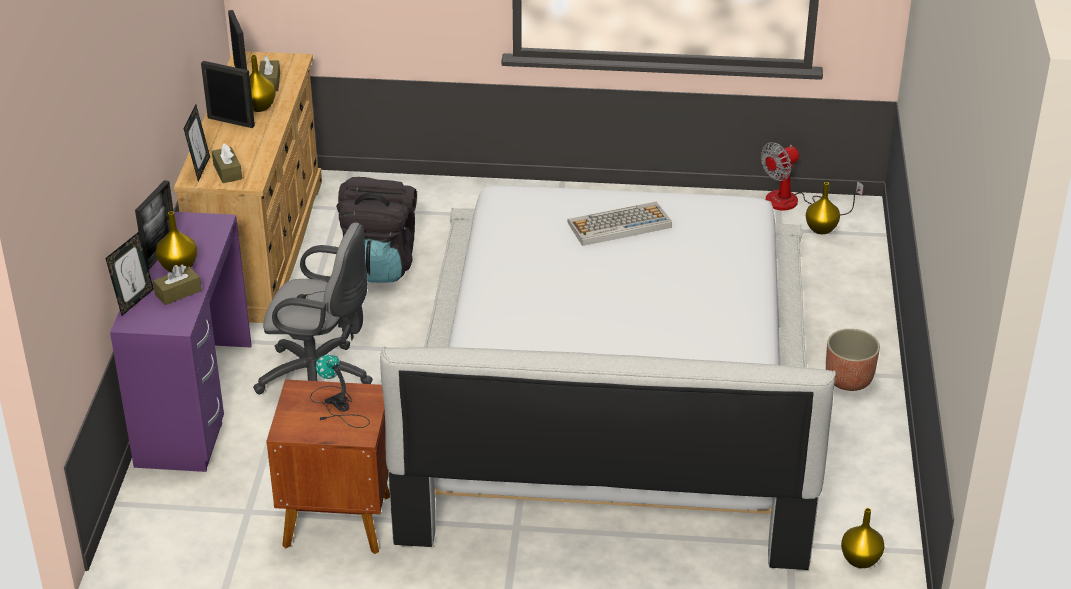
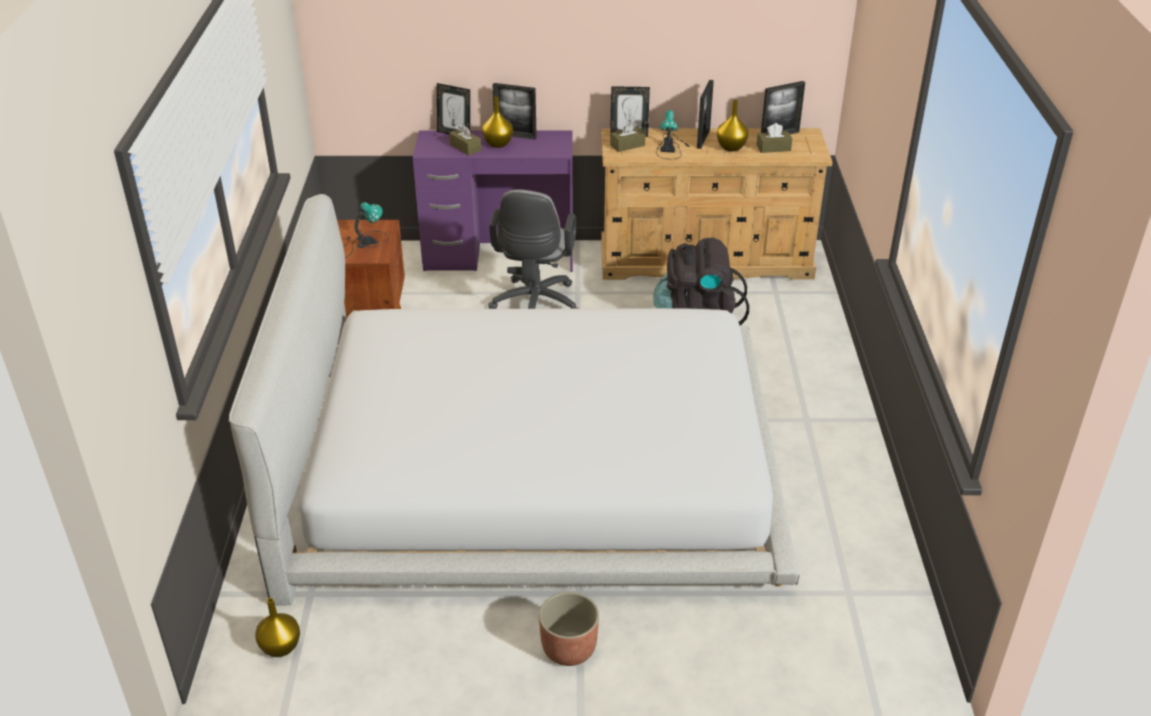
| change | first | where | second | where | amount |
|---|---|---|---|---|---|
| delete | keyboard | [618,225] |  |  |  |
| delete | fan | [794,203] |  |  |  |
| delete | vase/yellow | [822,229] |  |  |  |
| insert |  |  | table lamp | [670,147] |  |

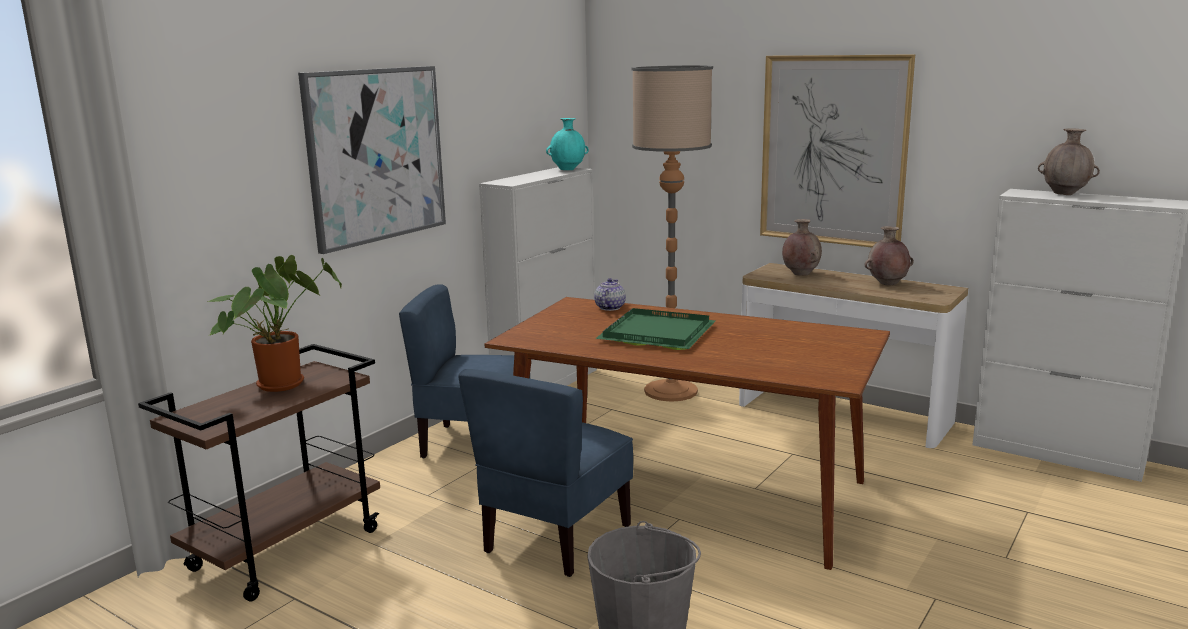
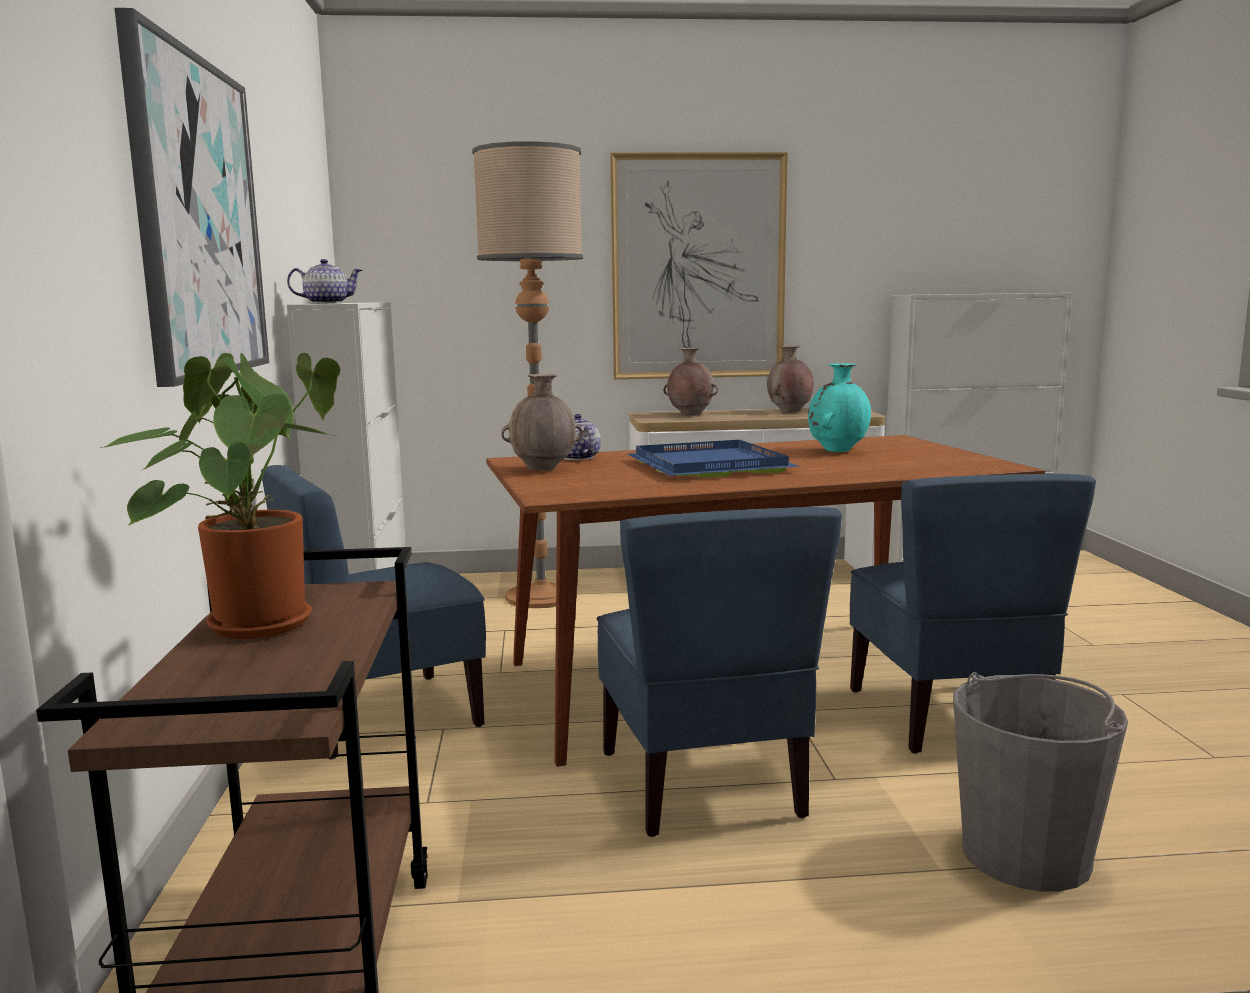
| change | first | where | second | where | amount |
|---|---|---|---|---|---|
| insert |  |  | teapot | [326,303] |  |
| insert |  |  | chair/blue | [948,716] |  |
| move | vase/turquoise | [568,169] |  | [837,451] |  |
| move | vase/brown | [1065,194] |  | [543,469] |  |
| recolor | tray/green | [658,334] | tray/blue | [712,466] |  |

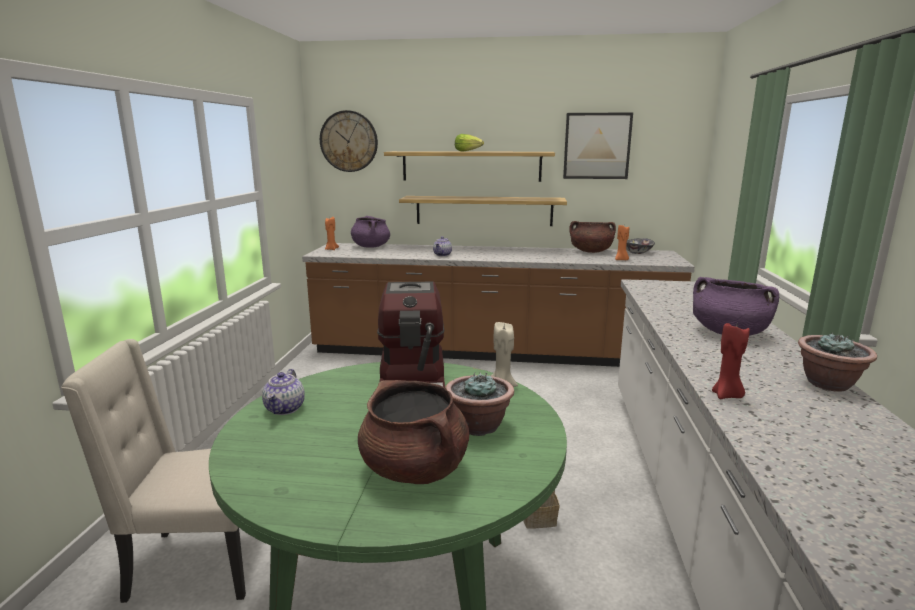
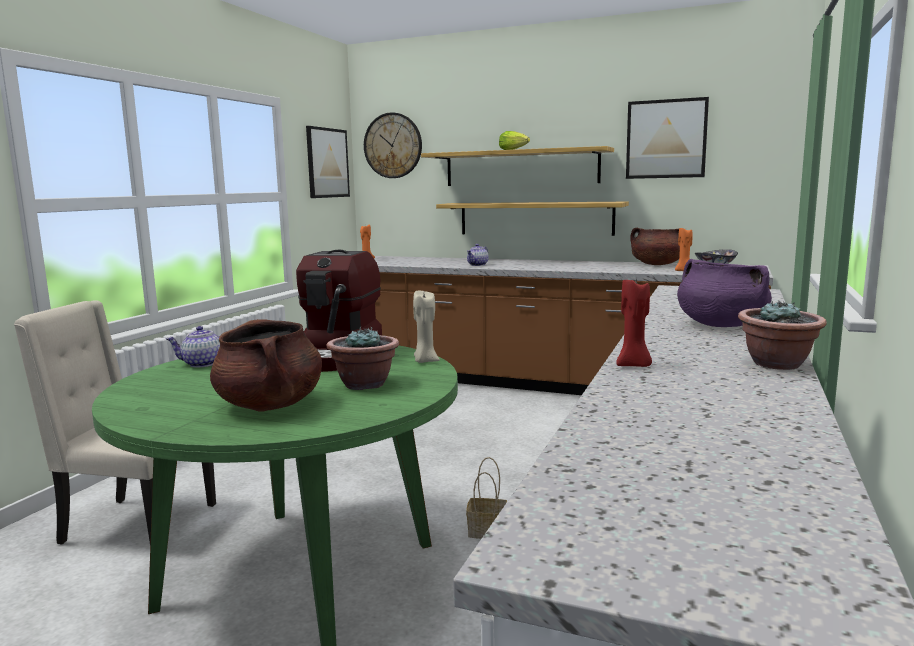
| change | first | where | second | where | amount |
|---|---|---|---|---|---|
| delete | cooking pot/purple | [371,246] |  |  |  |
| insert |  |  | picture | [327,163] |  |
| rotate | teapot | [285,409] |  | [202,364] | 60 degrees clockwise |

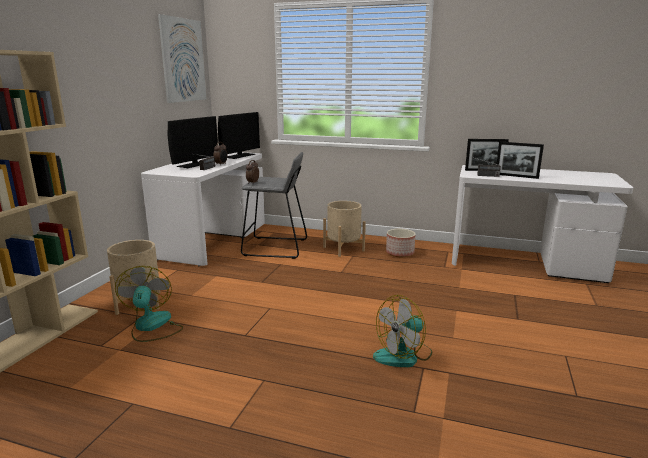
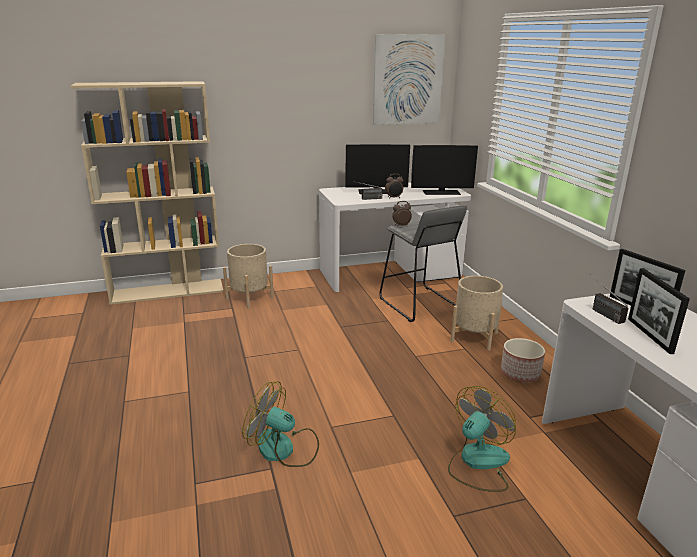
| change | first | where | second | where | amount |
|---|---|---|---|---|---|
| move | fan | [152,326] |  | [477,463] |  |

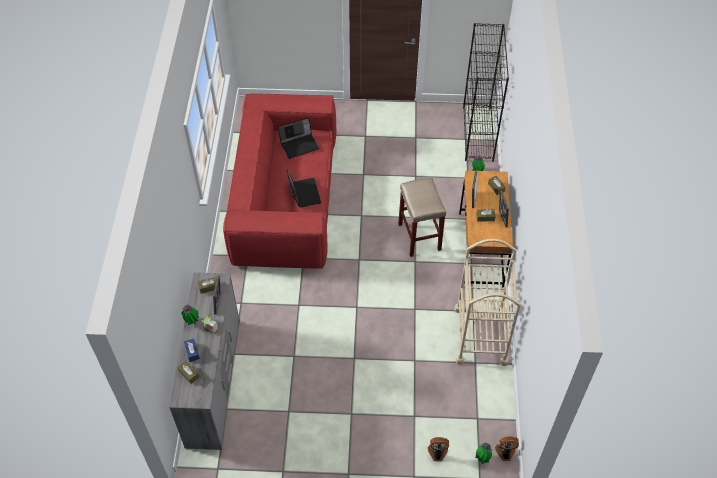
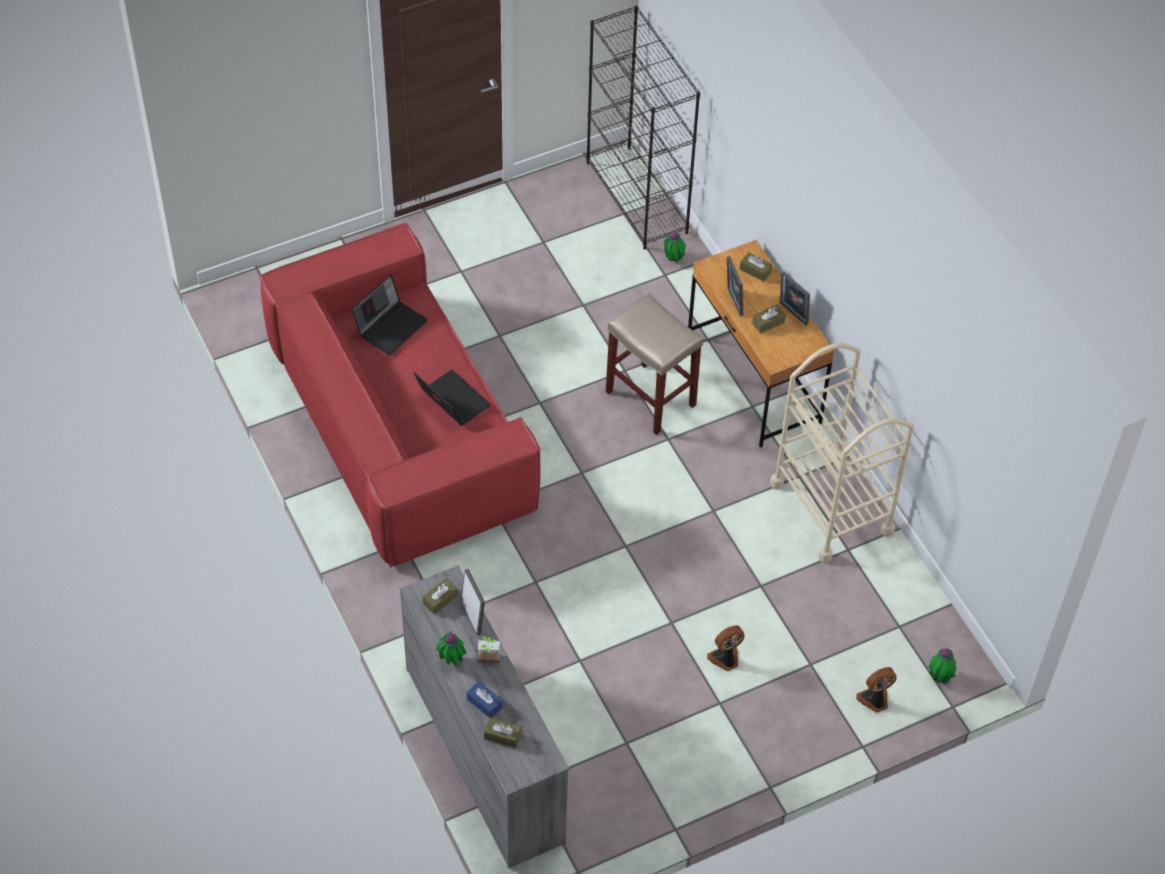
| change | first | where | second | where | amount |
|---|---|---|---|---|---|
| move | fan | [505,452] |  | [725,659] |  |

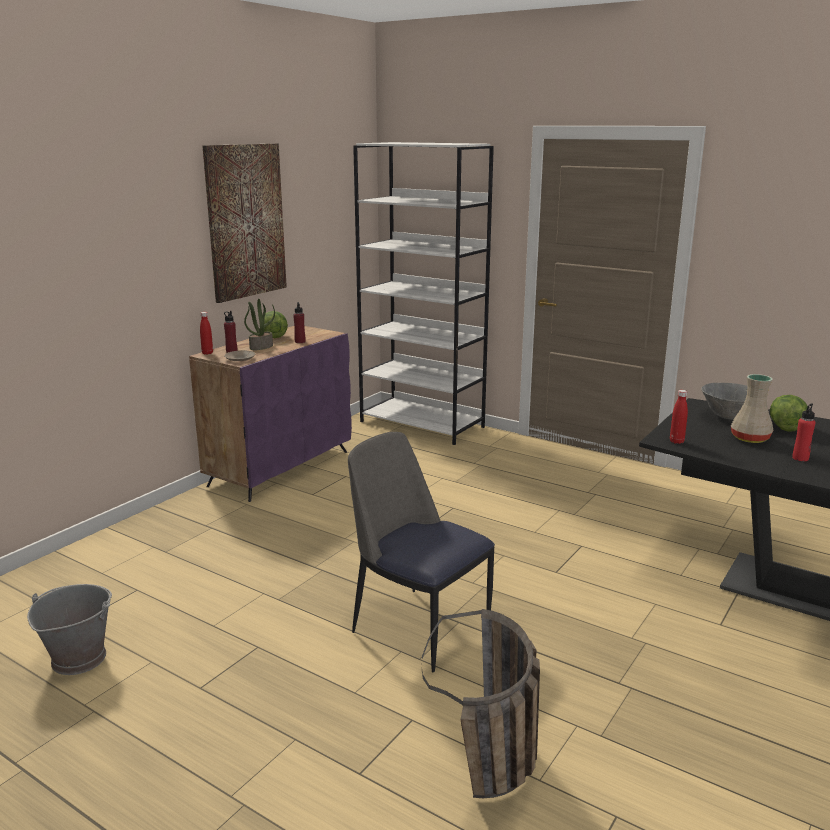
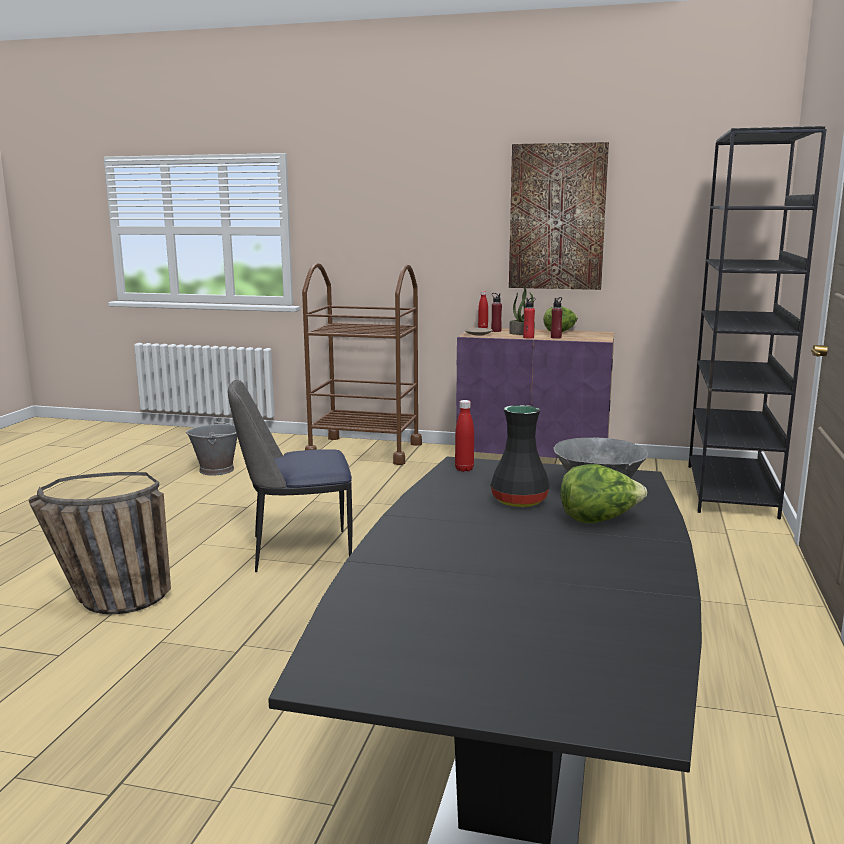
| change | first | where | second | where | amount |
|---|---|---|---|---|---|
| insert |  |  | cart/brown | [365,450] |  |
| move | bottle/red | [800,458] |  | [528,337] |  |
| recolor | bookcase/white | [422,424] | bookcase/black | [731,491] |  |
| recolor | vase/beige | [749,438] | vase/black | [518,500] |  |
| rotate | chair | [418,627] |  | [297,550] | 120 degrees counterclockwise |

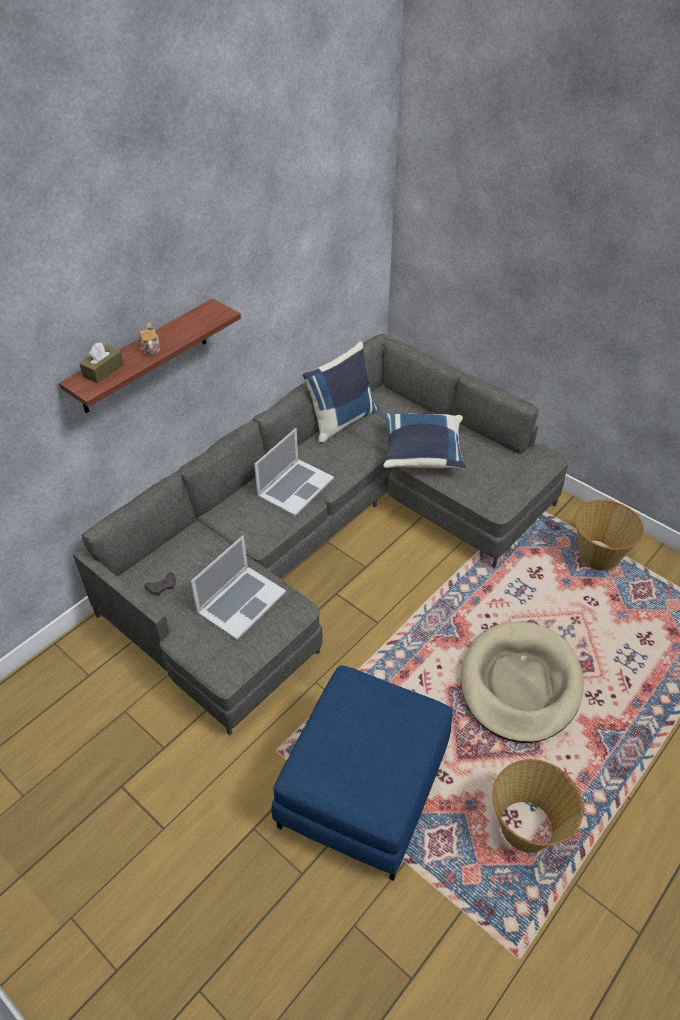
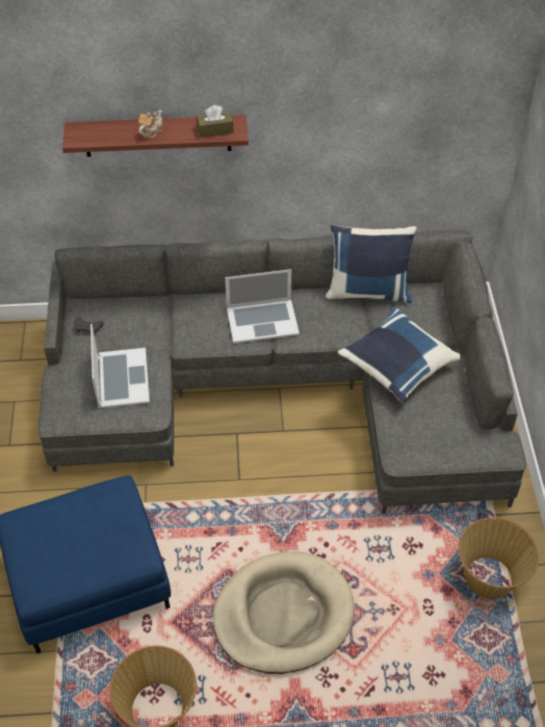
| change | first | where | second | where | amount |
|---|---|---|---|---|---|
| move | tissue box/brown | [103,370] |  | [215,129] |  |
| rotate | laptop | [241,602] |  | [121,378] | 90 degrees counterclockwise |

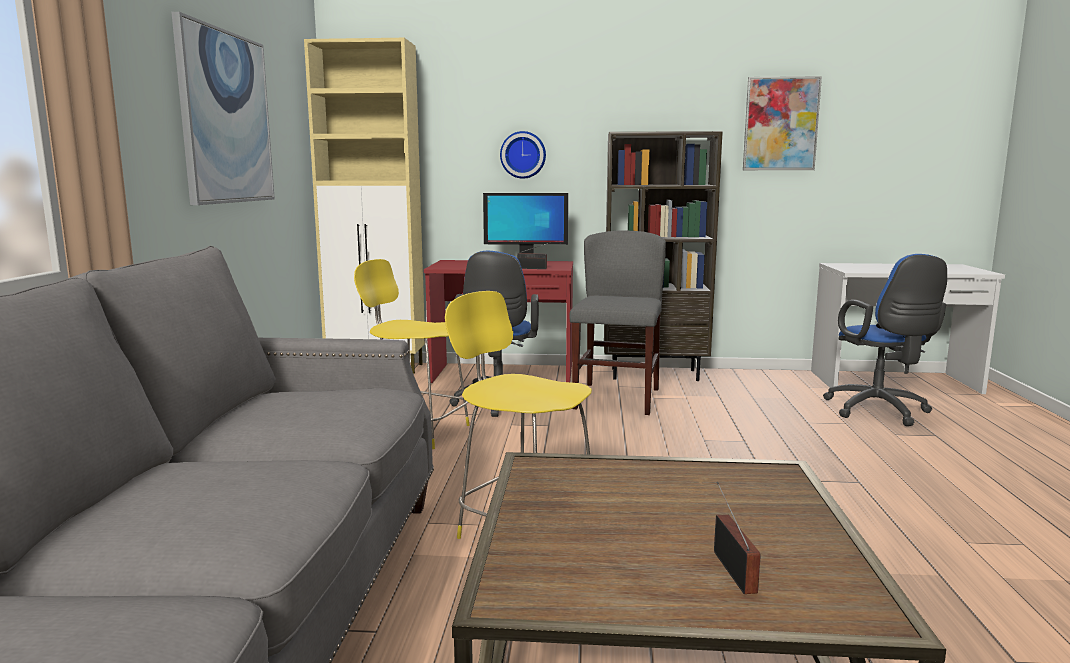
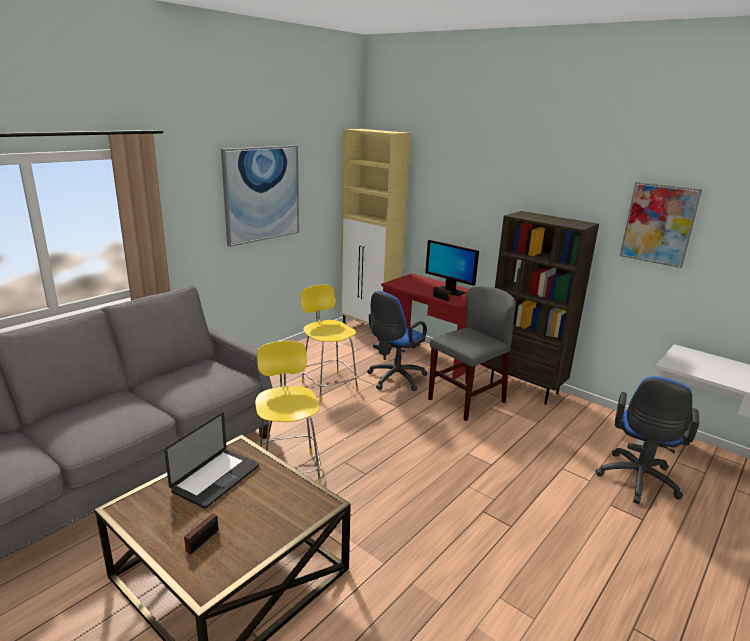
| change | first | where | second | where | amount |
|---|---|---|---|---|---|
| delete | wall clock | [523,155] |  |  |  |
| insert |  |  | laptop | [216,479] |  |

